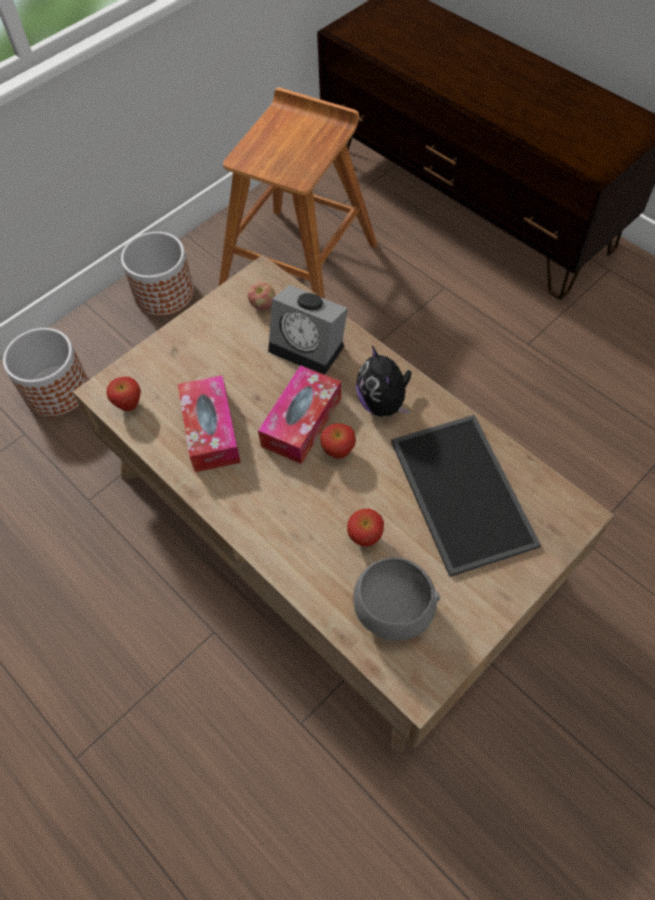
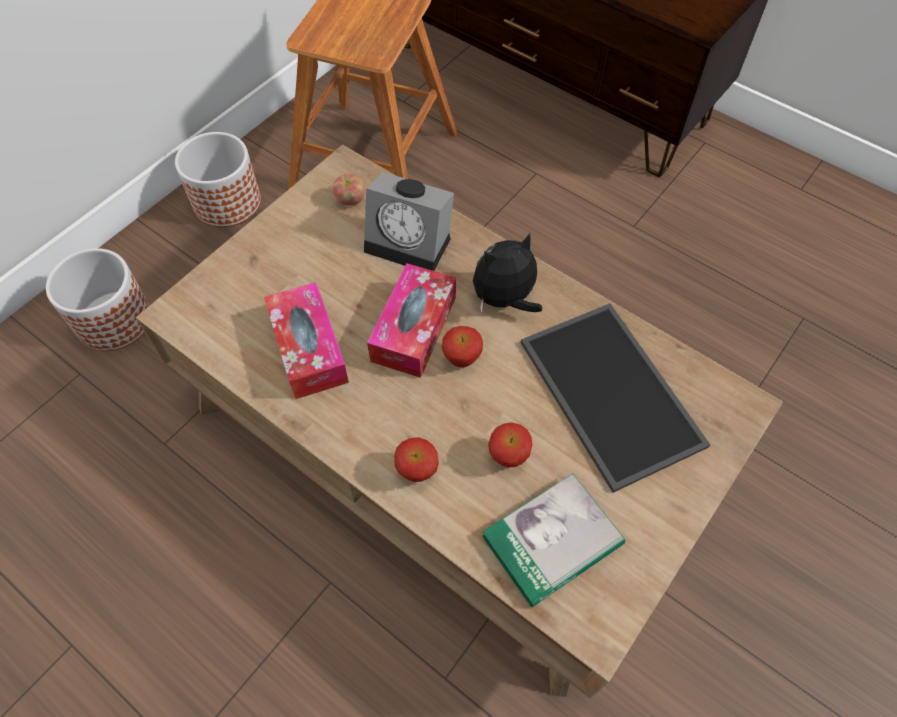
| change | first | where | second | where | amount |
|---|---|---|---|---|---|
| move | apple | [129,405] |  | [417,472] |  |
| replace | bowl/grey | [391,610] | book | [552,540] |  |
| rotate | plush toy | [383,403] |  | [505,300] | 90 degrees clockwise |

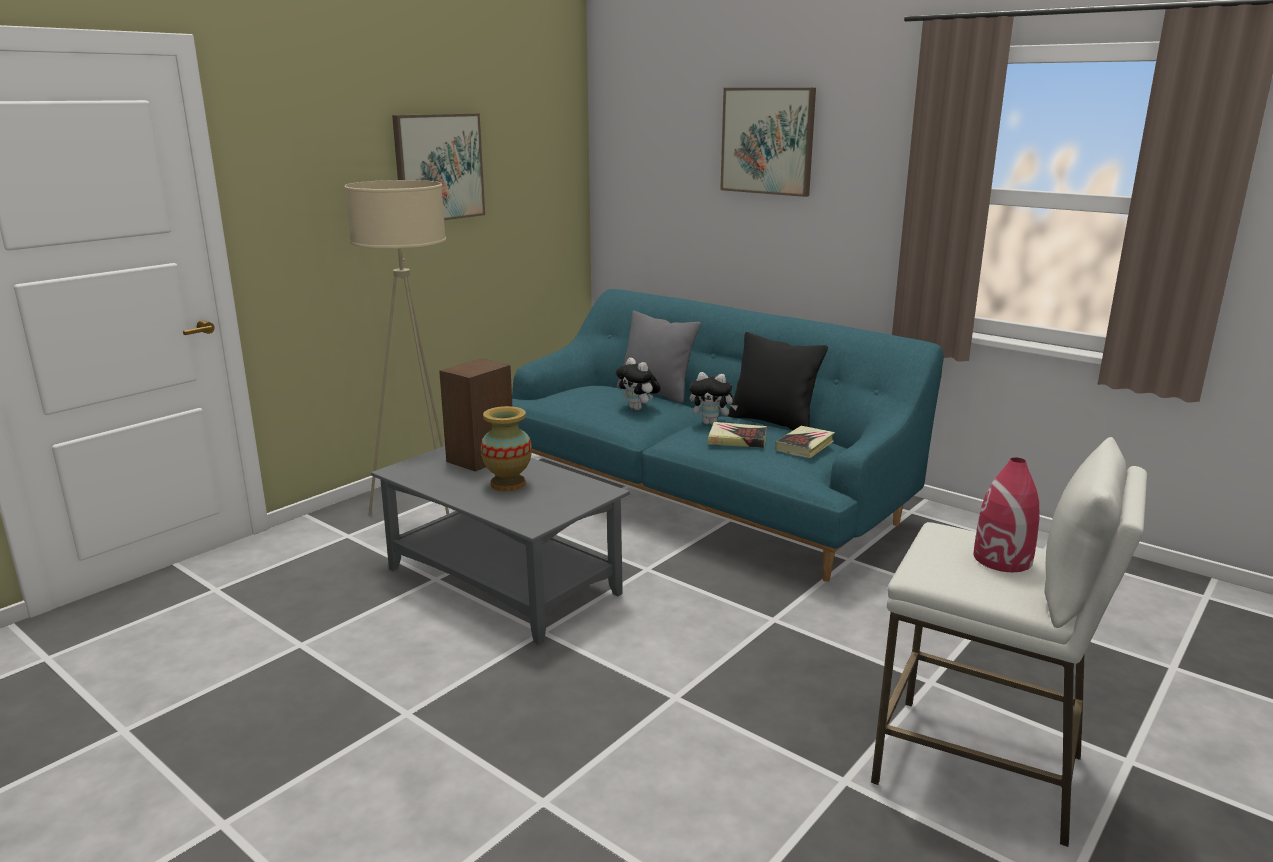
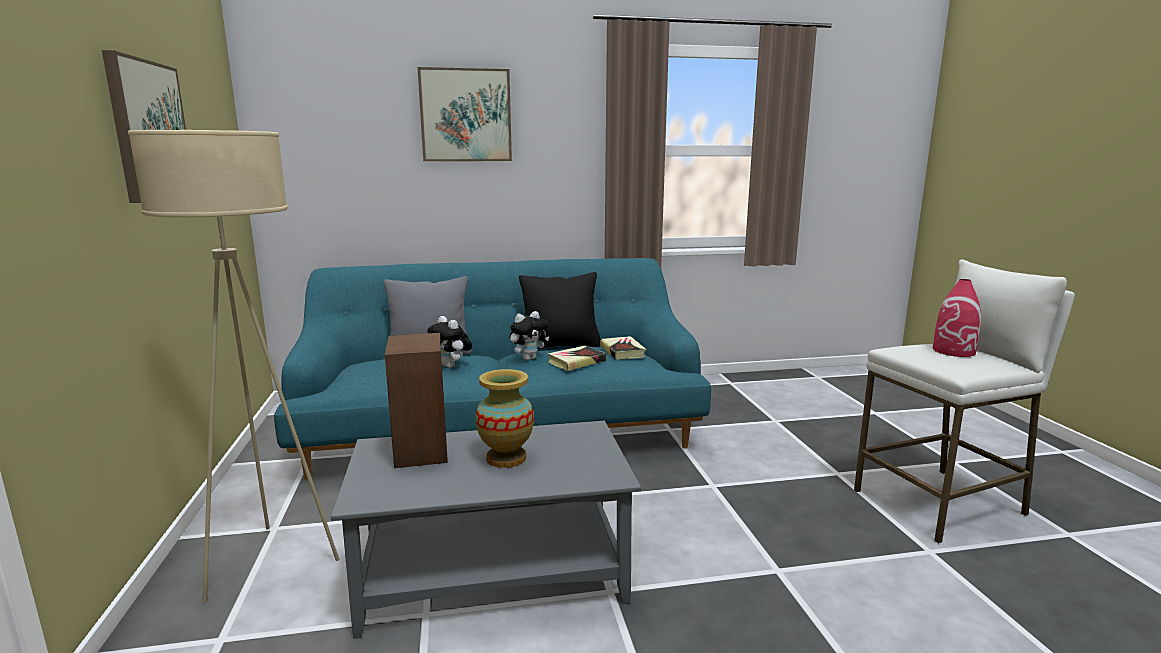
| change | first | where | second | where | amount |
|---|---|---|---|---|---|
| rotate | plush toy | [638,408] |  | [451,366] | 45 degrees clockwise |

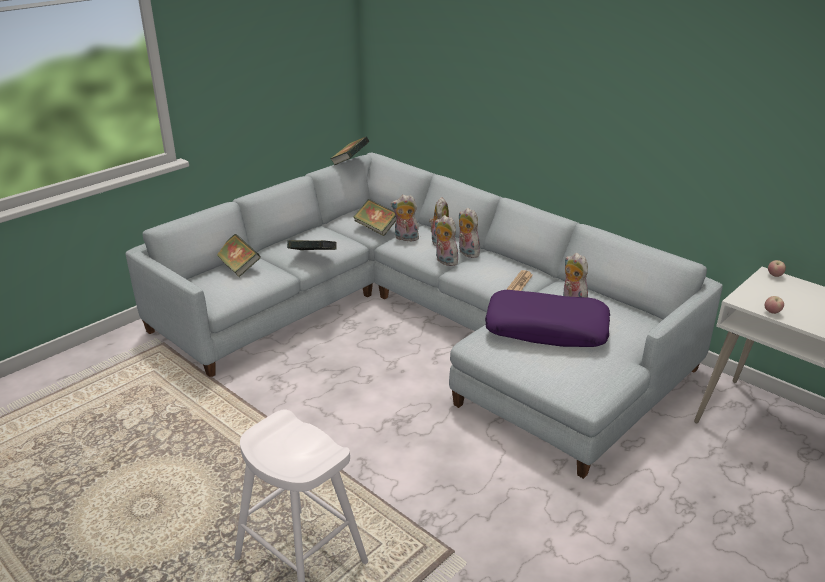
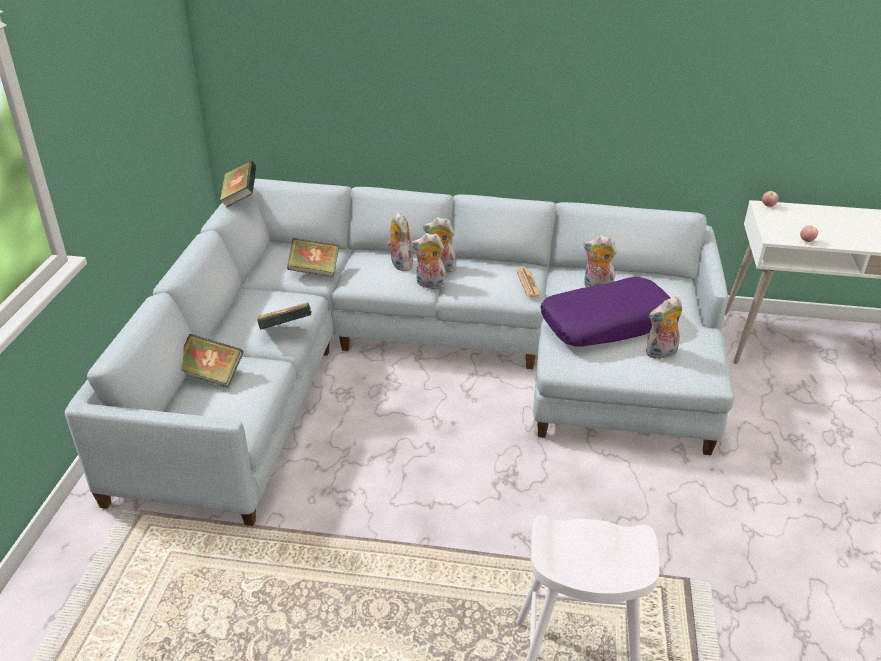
| change | first | where | second | where | amount |
|---|---|---|---|---|---|
| move | plush toy | [405,238] |  | [661,354] |  |

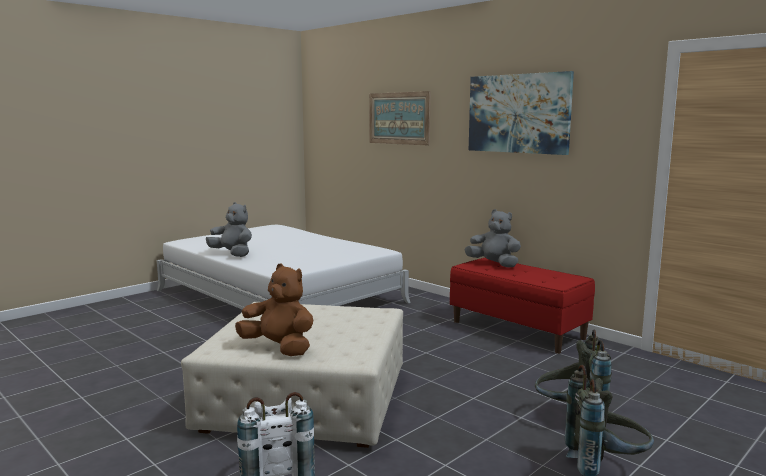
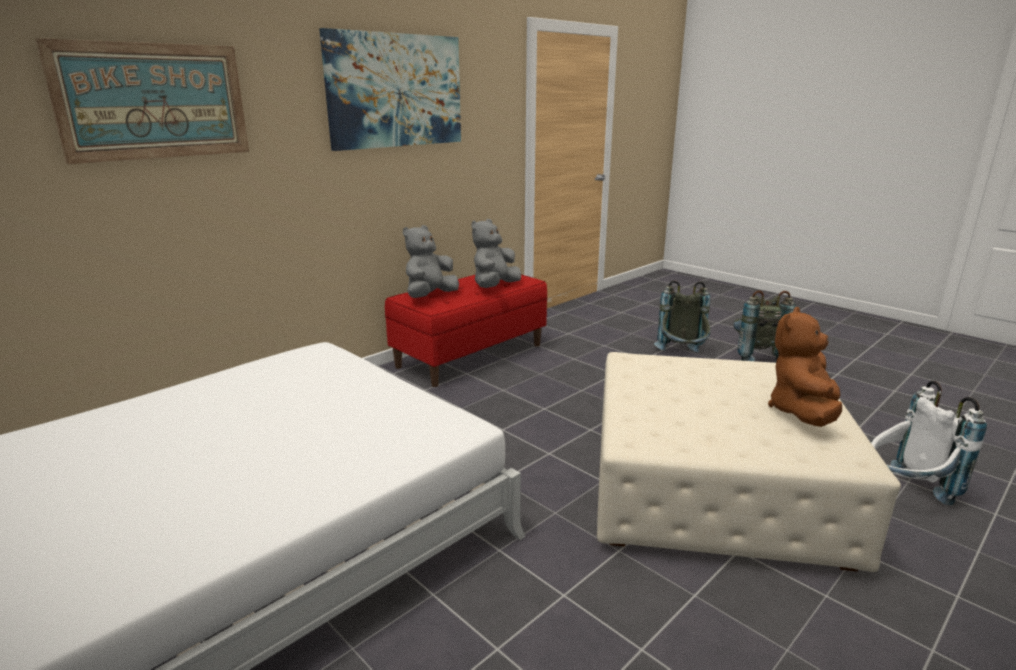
| change | first | where | second | where | amount |
|---|---|---|---|---|---|
| move | plush toy/grey | [232,254] |  | [494,286] |  |

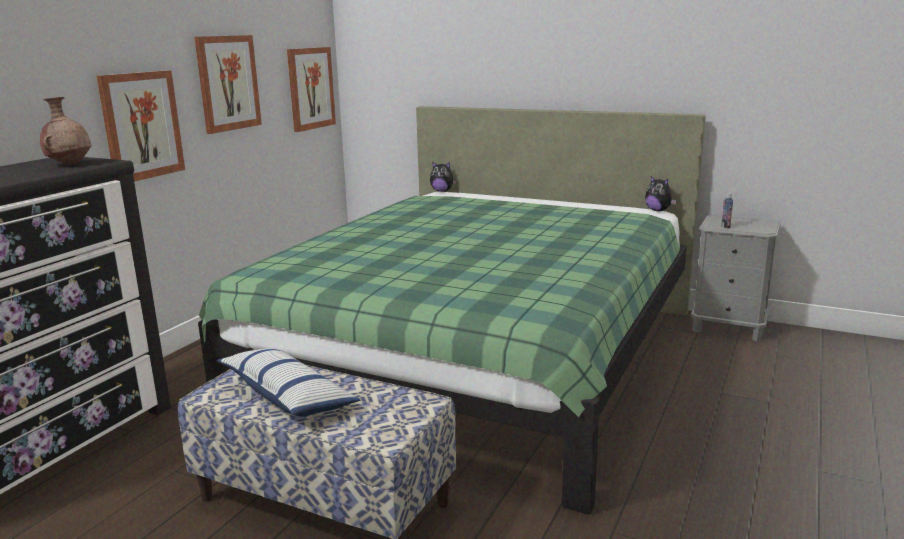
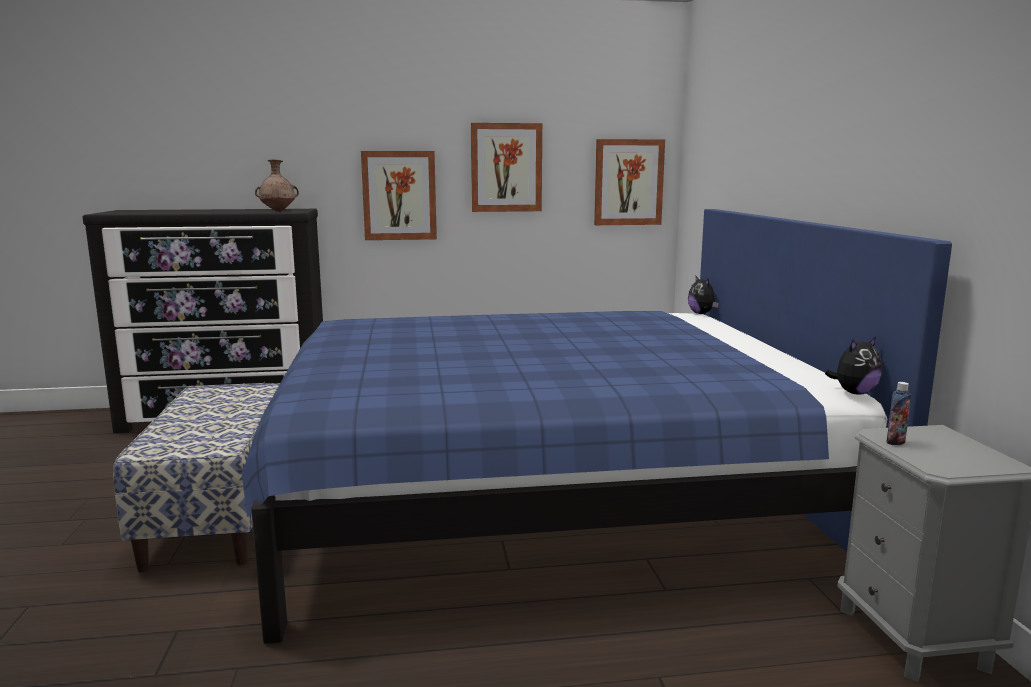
| change | first | where | second | where | amount |
|---|---|---|---|---|---|
| delete | pillow | [287,396] |  |  |  |
| recolor | bed/green | [478,356] | bed/blue | [547,494] |  |
| rotate | plush toy | [658,210] |  | [854,393] | 135 degrees counterclockwise |

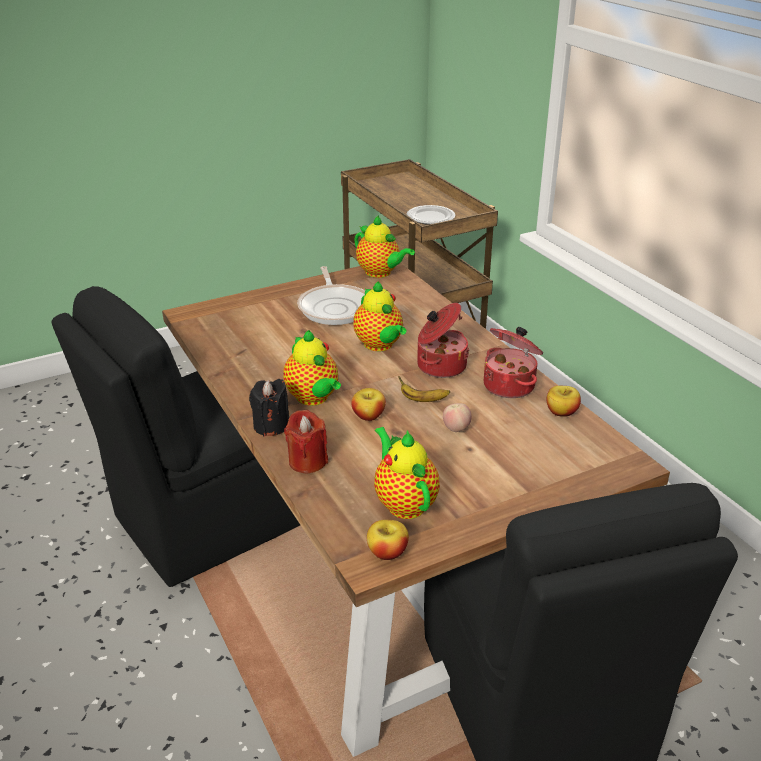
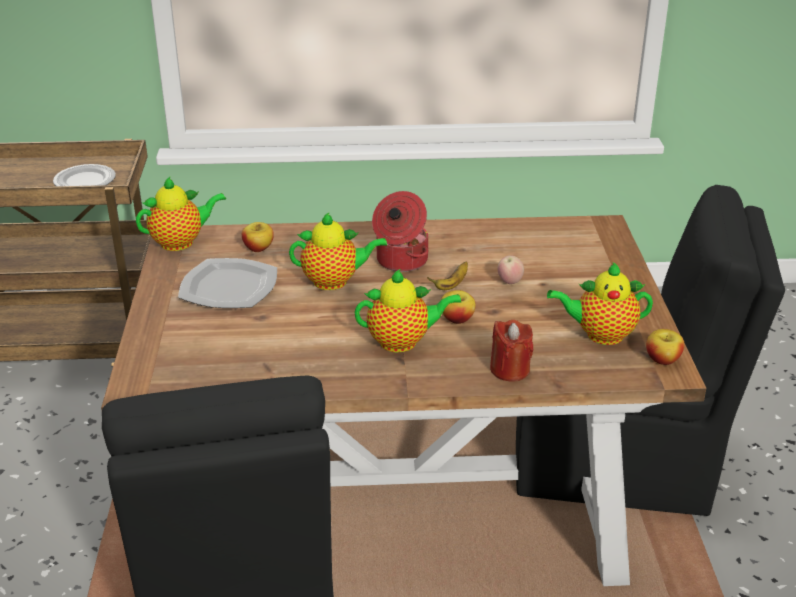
| change | first | where | second | where | amount |
|---|---|---|---|---|---|
| delete | candle/black | [271,426] |  |  |  |
| delete | cooking pot | [510,385] |  |  |  |
| move | apple | [561,412] |  | [258,248] |  |
| replace | frying pan | [335,307] | plate | [228,286] |  |

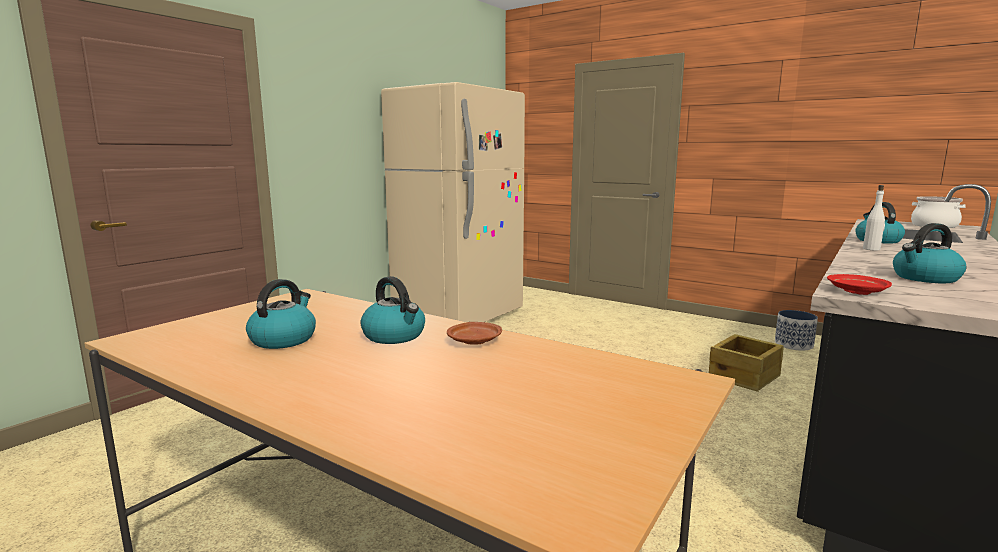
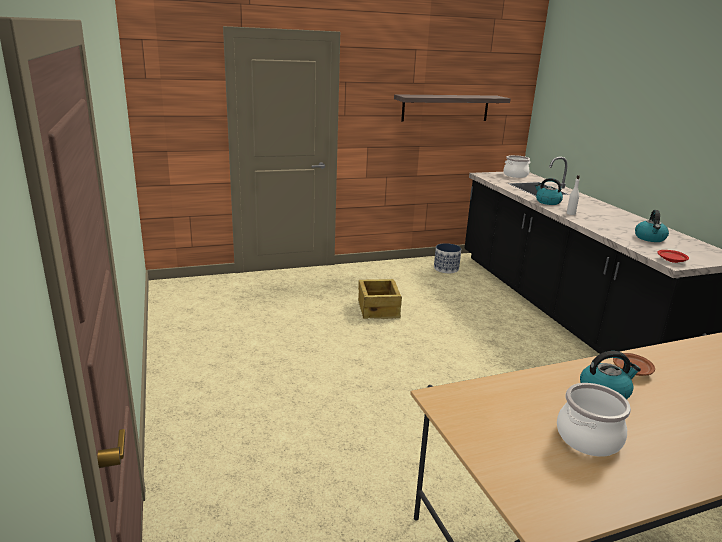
| change | first | where | second | where | amount |
|---|---|---|---|---|---|
| delete | fridge/beige | [459,316] |  |  |  |
| insert |  |  | shelf | [445,108] |  |
| move | crate | [745,376] |  | [379,309] |  |
| replace | kettle | [283,339] | cooking pot | [589,438] |  |

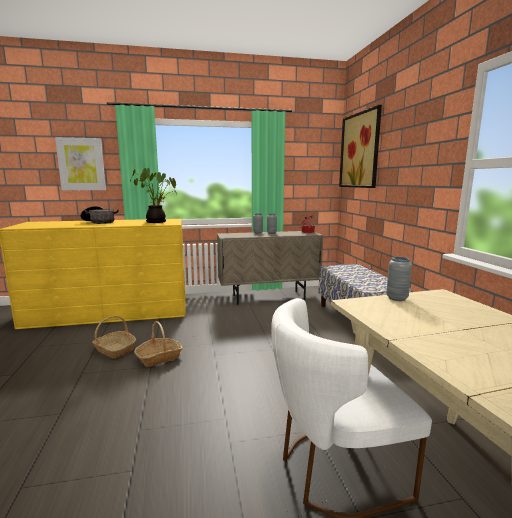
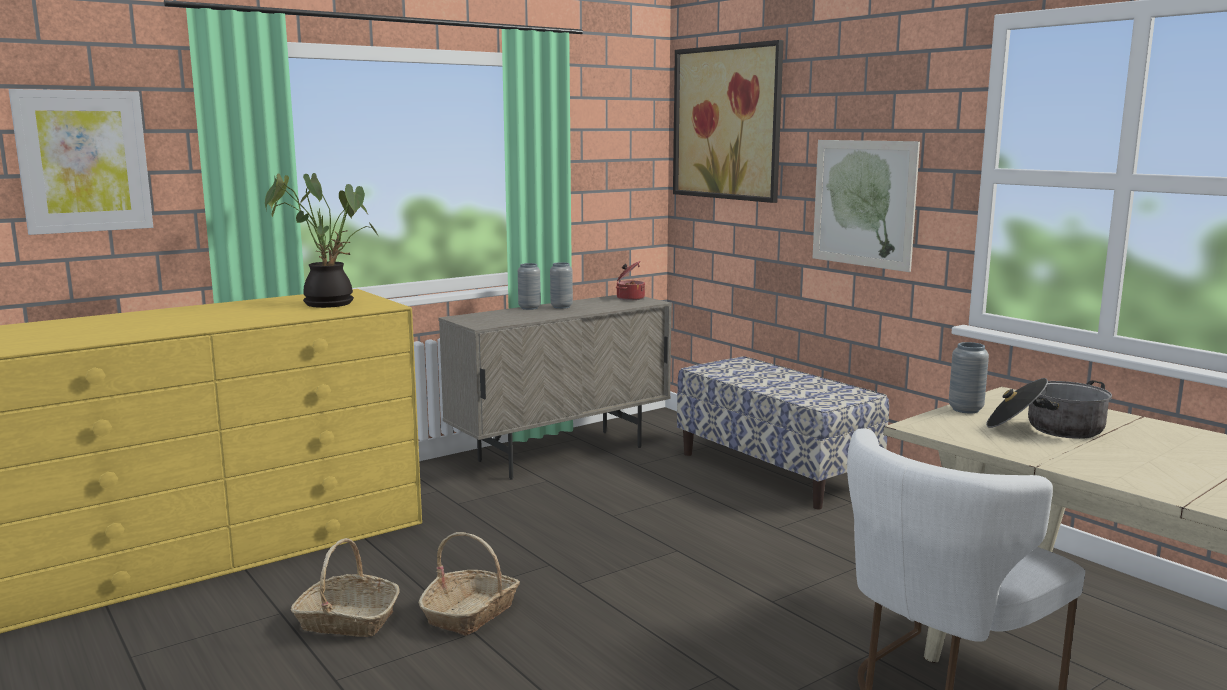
| change | first | where | second | where | amount |
|---|---|---|---|---|---|
| insert |  |  | picture | [863,203] |  |
| move | cooking pot | [99,222] |  | [1046,428] |  |

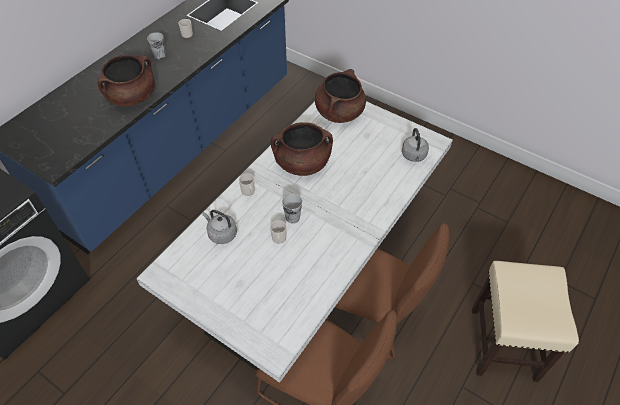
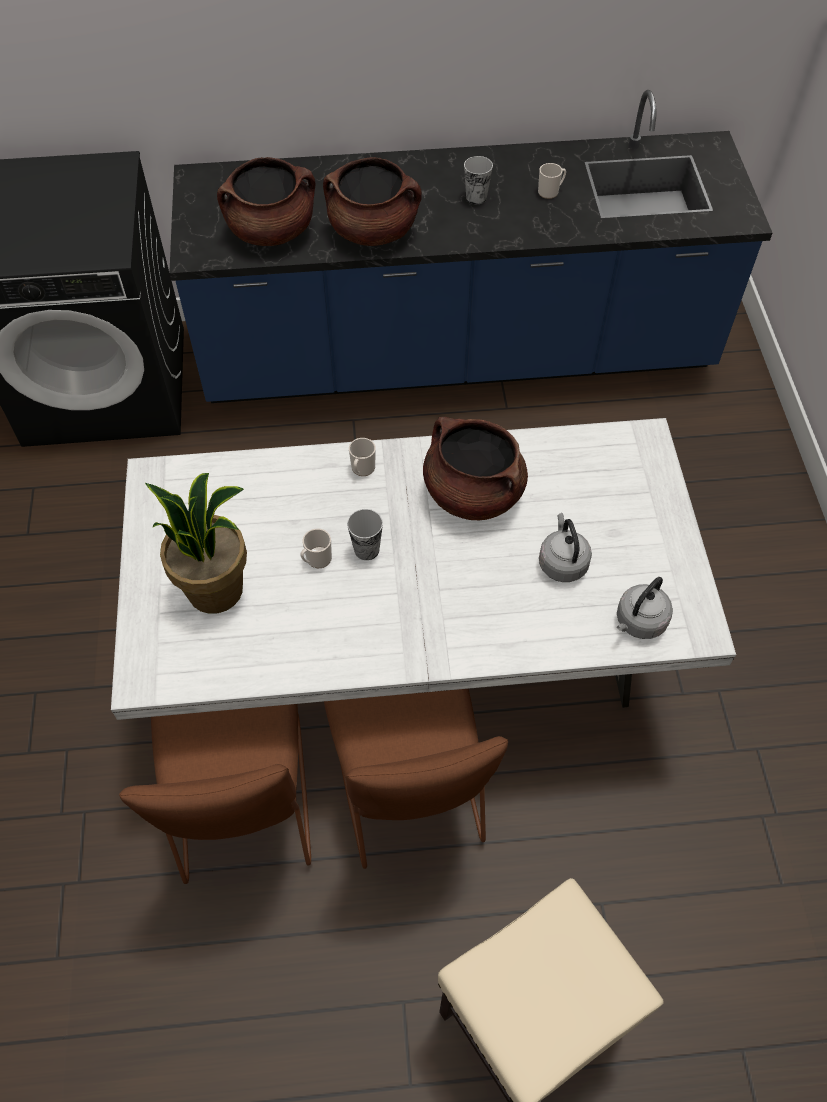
| change | first | where | second | where | amount |
|---|---|---|---|---|---|
| insert |  |  | potted plant | [216,589] |  |
| move | kettle/grey | [221,234] |  | [562,562] |  |
| move | cooking pot/brown | [339,112] |  | [271,231] |  |

